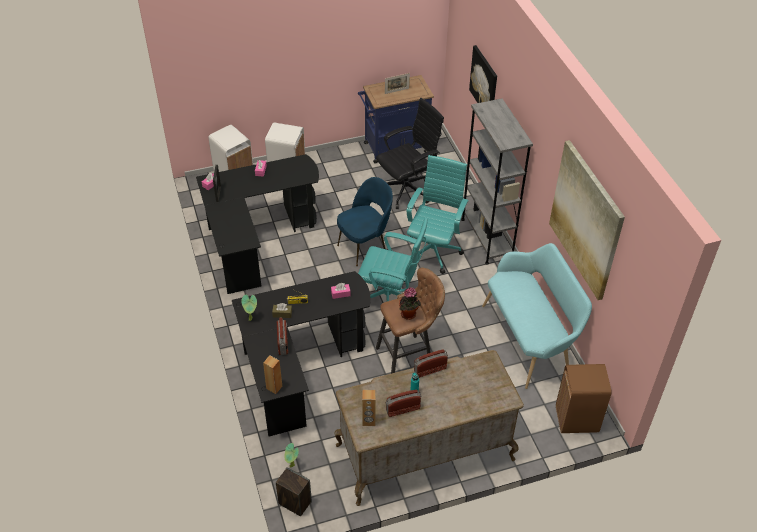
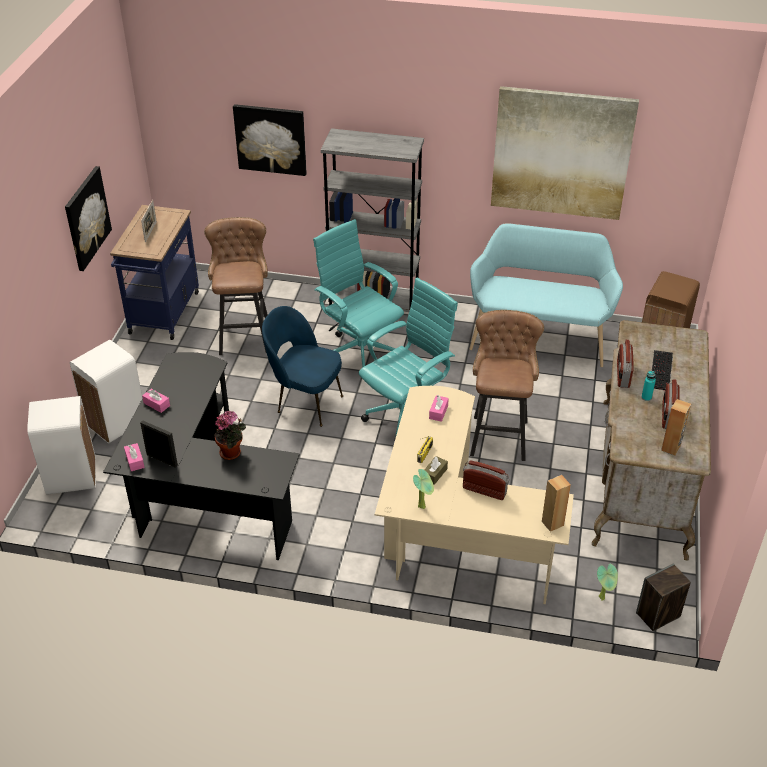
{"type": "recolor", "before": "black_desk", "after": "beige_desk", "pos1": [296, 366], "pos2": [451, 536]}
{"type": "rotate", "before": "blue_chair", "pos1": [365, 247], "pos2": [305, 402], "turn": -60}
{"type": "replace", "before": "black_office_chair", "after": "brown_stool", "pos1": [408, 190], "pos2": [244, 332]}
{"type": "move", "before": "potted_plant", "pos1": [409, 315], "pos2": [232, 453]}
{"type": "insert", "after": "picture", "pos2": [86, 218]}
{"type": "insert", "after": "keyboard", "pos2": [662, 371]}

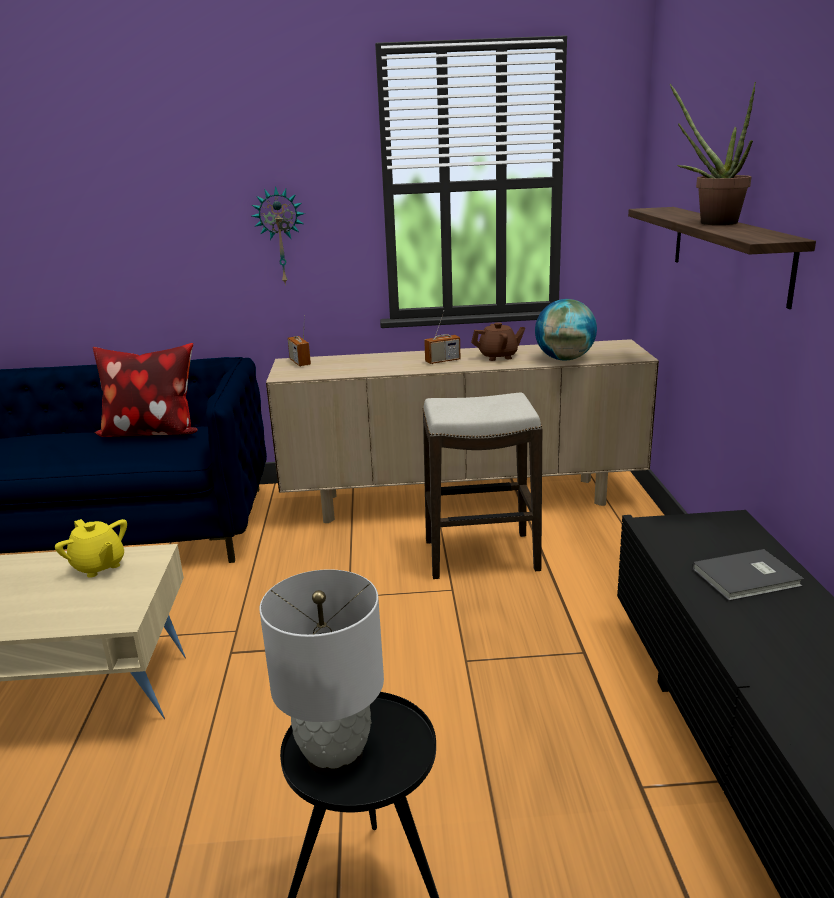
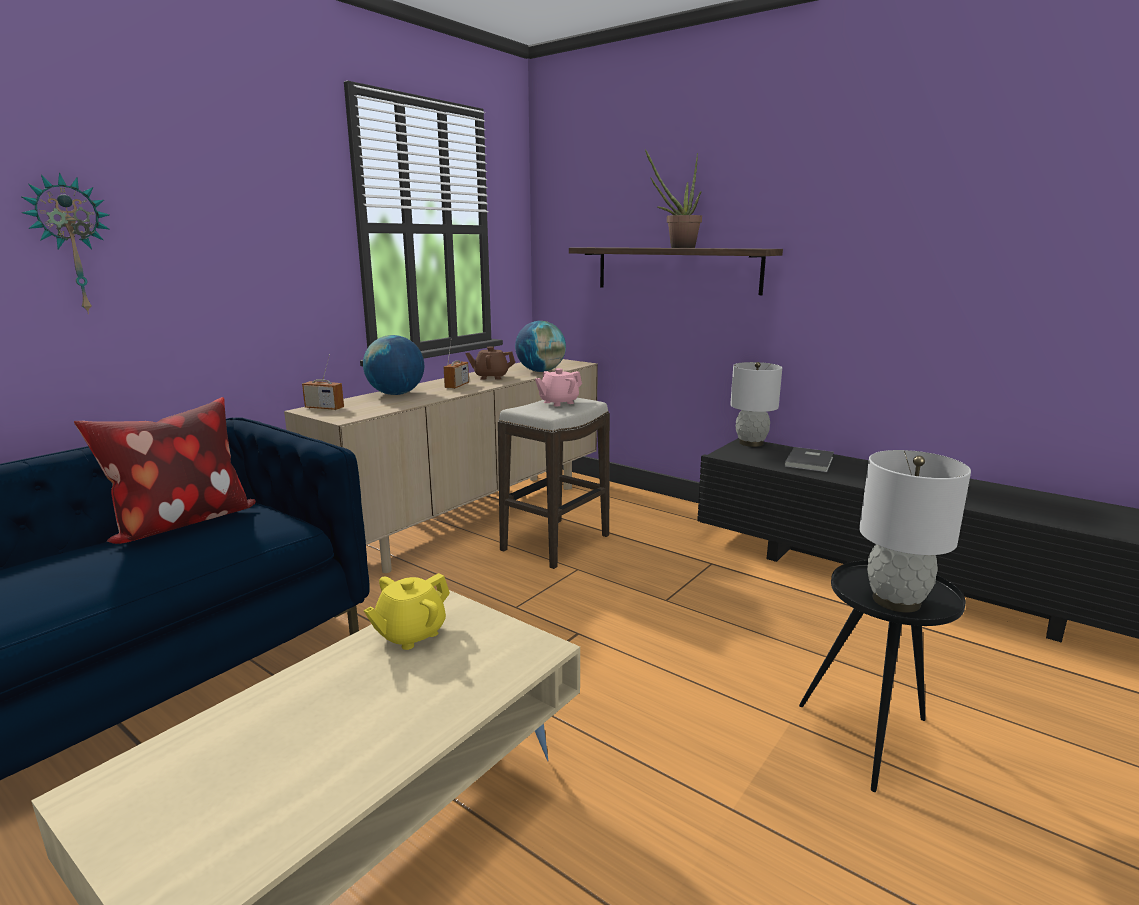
{"type": "rotate", "before": "yellow_teapot", "pos1": [98, 566], "pos2": [410, 634], "turn": 135}
{"type": "move", "before": "wall_clock", "pos1": [280, 236], "pos2": [72, 245]}
{"type": "rotate", "before": "brown_teapot", "pos1": [498, 356], "pos2": [491, 377], "turn": -120}
{"type": "insert", "after": "globe", "pos2": [396, 394]}
{"type": "insert", "after": "pink_teapot", "pos2": [558, 402]}
{"type": "insert", "after": "white_table_lamp", "pos2": [750, 443]}

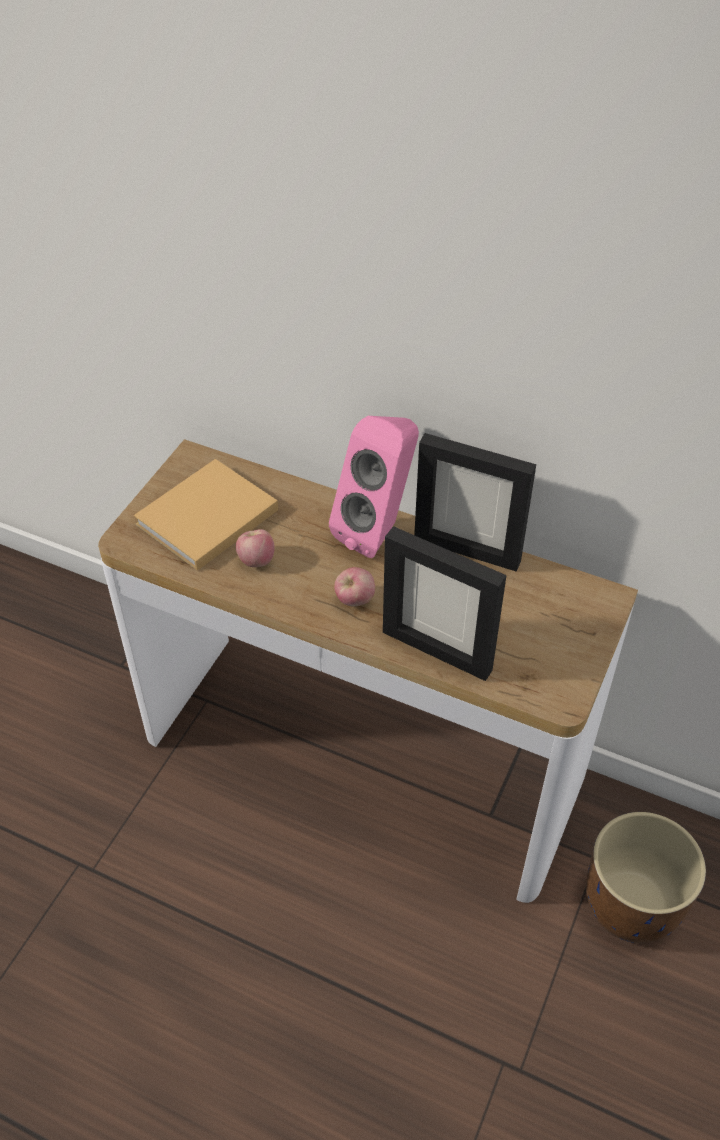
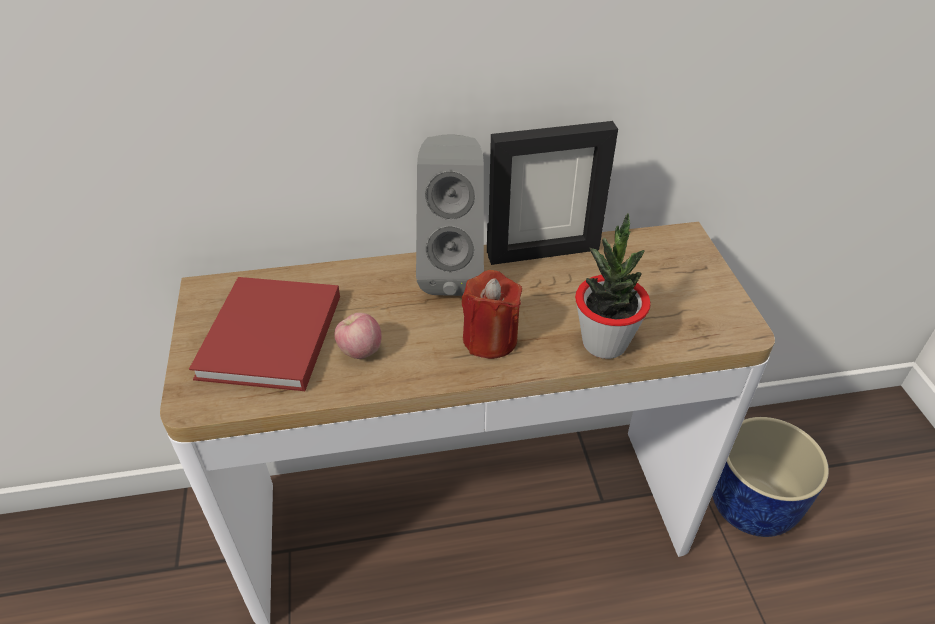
{"type": "recolor", "before": "beige_book", "after": "red_book", "pos1": [204, 519], "pos2": [269, 339]}
{"type": "recolor", "before": "pink_speaker", "after": "grey_speaker", "pos1": [378, 531], "pos2": [452, 271]}
{"type": "replace", "before": "apple", "after": "red_candle", "pos1": [355, 600], "pos2": [490, 339]}
{"type": "replace", "before": "picture_frame", "after": "potted_plant", "pos1": [438, 649], "pos2": [604, 343]}
{"type": "recolor", "before": "brown_planter", "after": "blue_planter", "pos1": [633, 905], "pos2": [753, 505]}

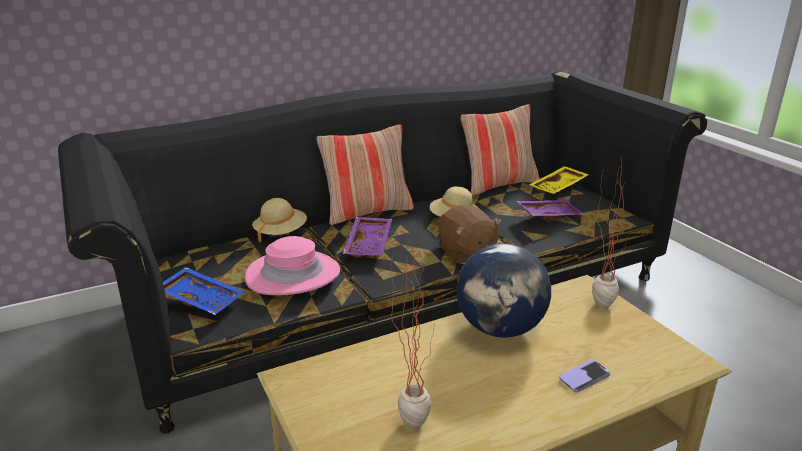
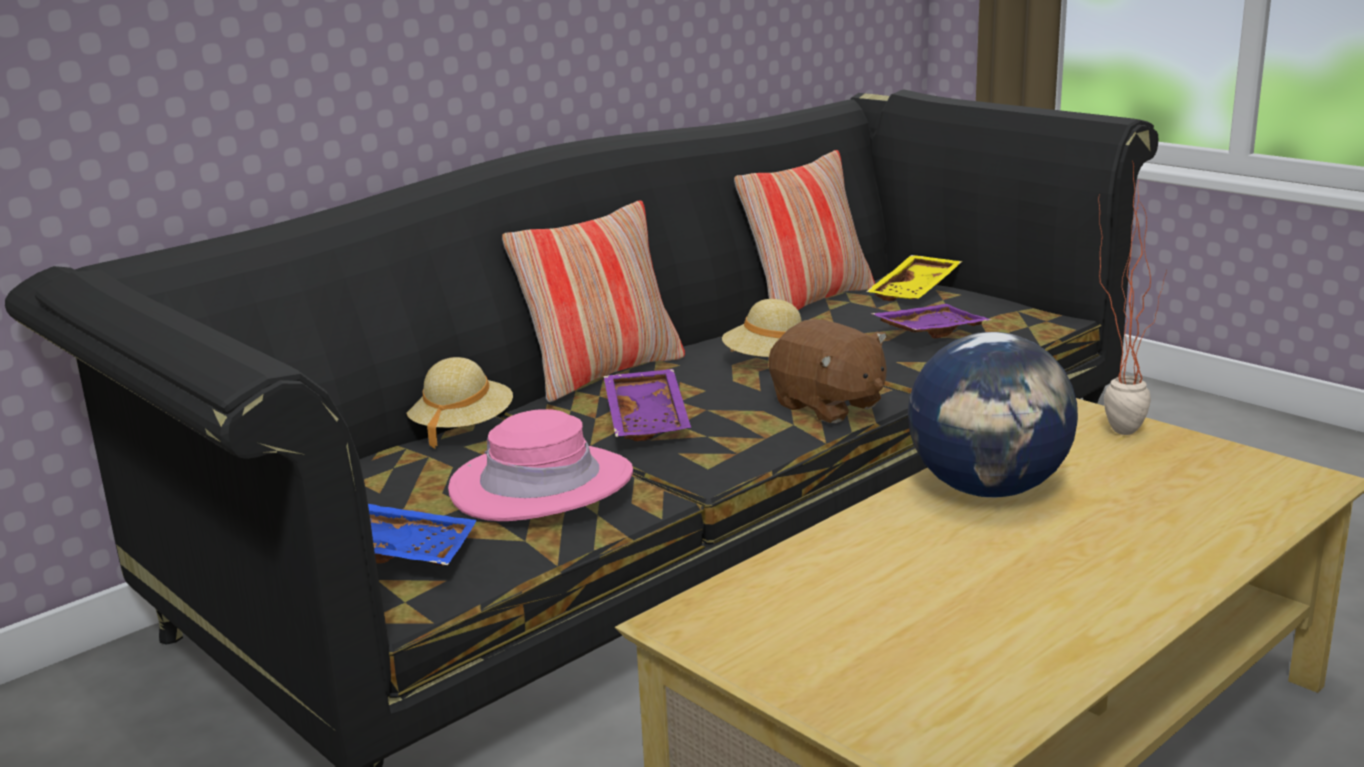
{"type": "delete", "before": "potted_plant", "pos1": [412, 416]}
{"type": "delete", "before": "phone", "pos1": [584, 377]}

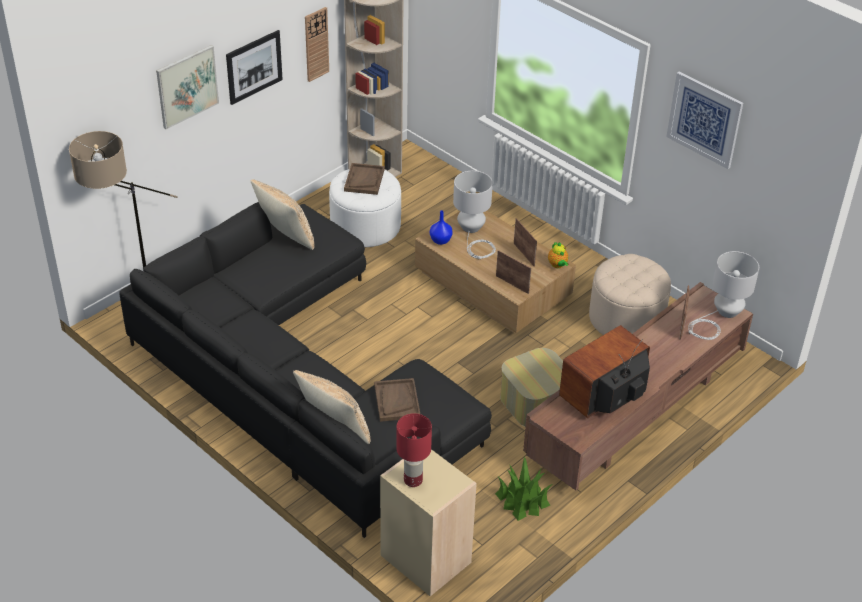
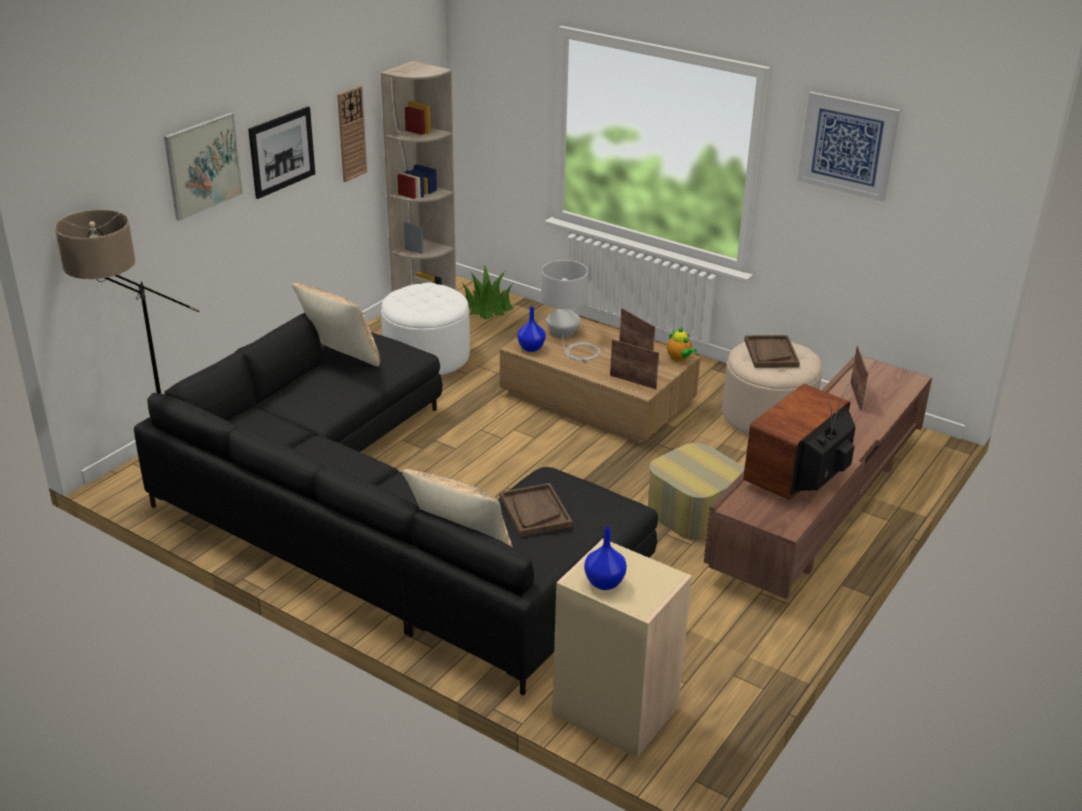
{"type": "move", "before": "brown_tray", "pos1": [364, 180], "pos2": [771, 353]}
{"type": "replace", "before": "red_table_lamp", "after": "blue_vase", "pos1": [412, 480], "pos2": [603, 582]}
{"type": "move", "before": "potted_plant", "pos1": [522, 499], "pos2": [487, 307]}
{"type": "delete", "before": "grey_table_lamp", "pos1": [718, 318]}

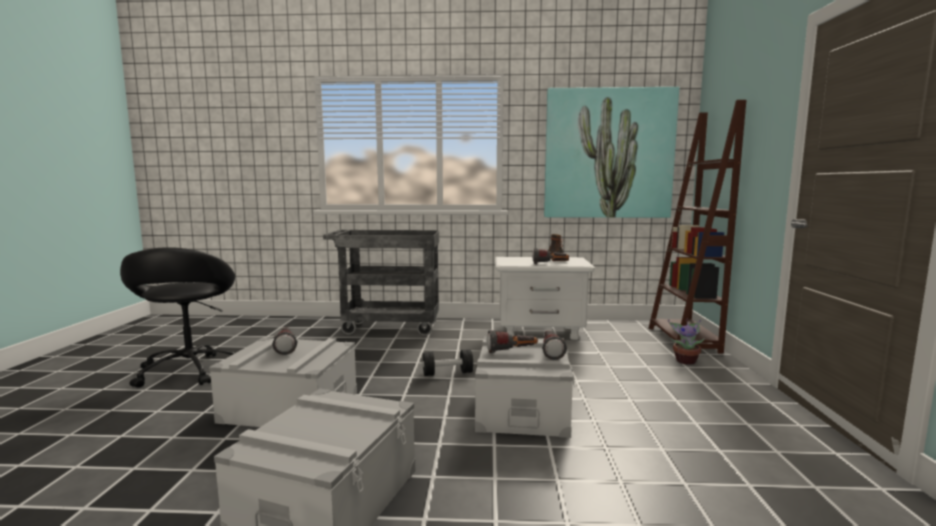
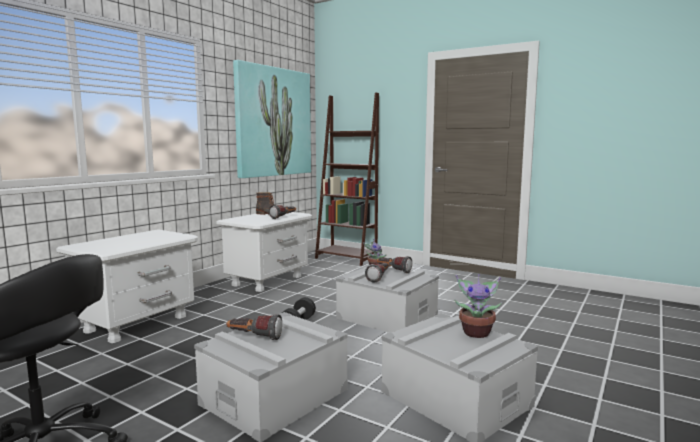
{"type": "replace", "before": "black_cart", "after": "white_nightstand", "pos1": [386, 329], "pos2": [139, 324]}
{"type": "insert", "after": "potted_plant", "pos2": [476, 332]}

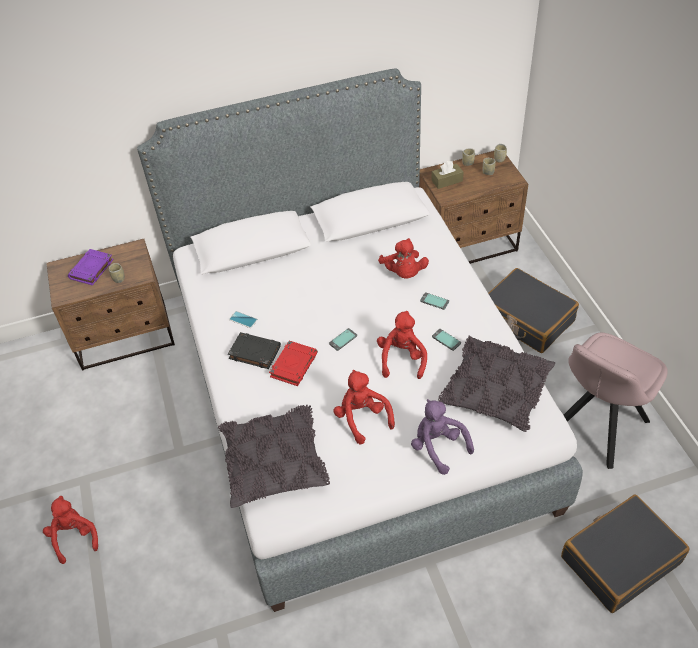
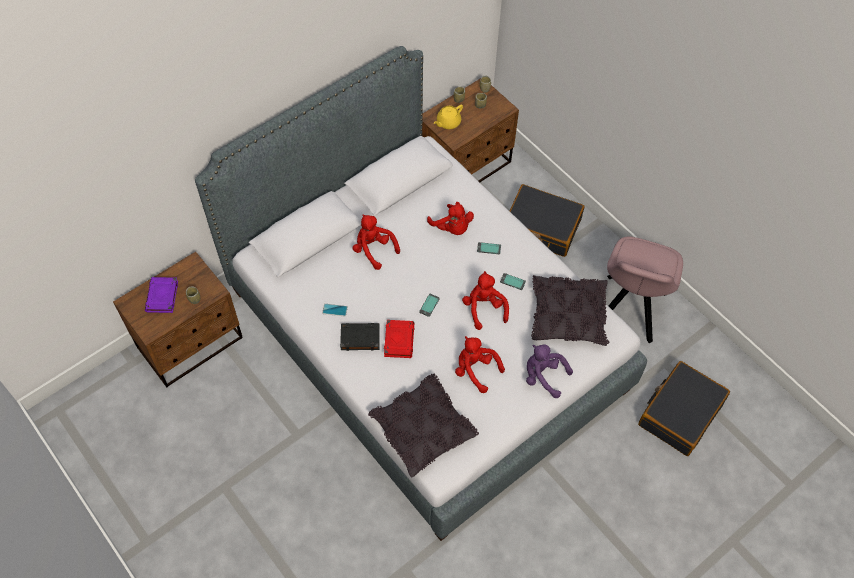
{"type": "move", "before": "red_plush_toy", "pos1": [74, 537], "pos2": [373, 250]}
{"type": "replace", "before": "brown_tissue_box", "after": "yellow_teapot", "pos1": [447, 181], "pos2": [448, 122]}

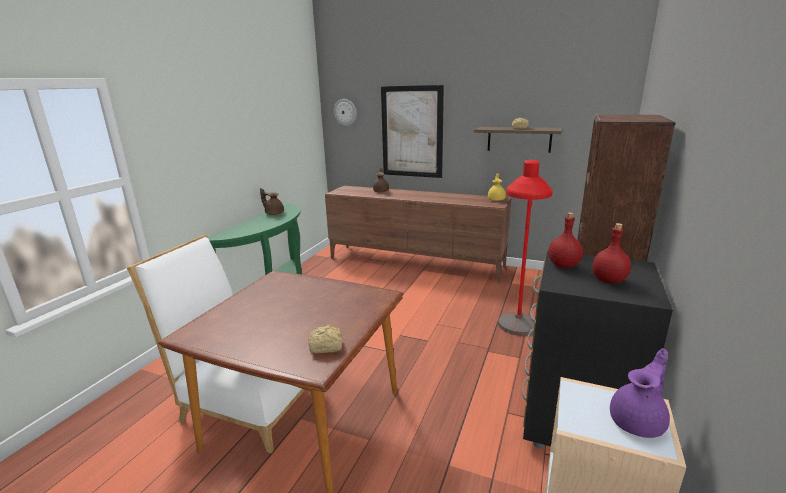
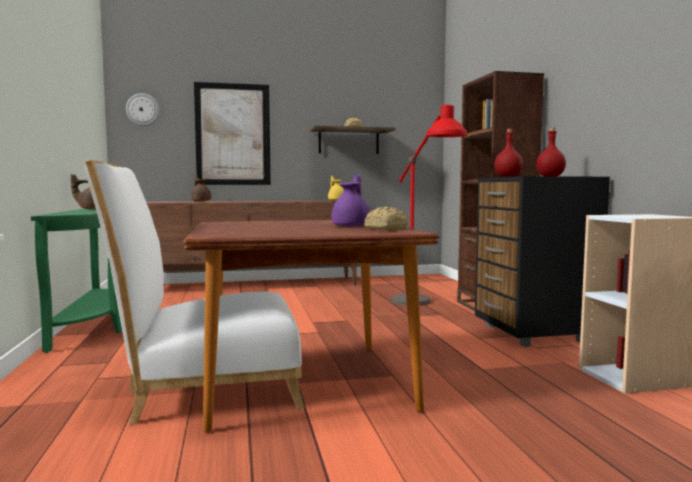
{"type": "move", "before": "purple_teapot", "pos1": [638, 422], "pos2": [352, 226]}

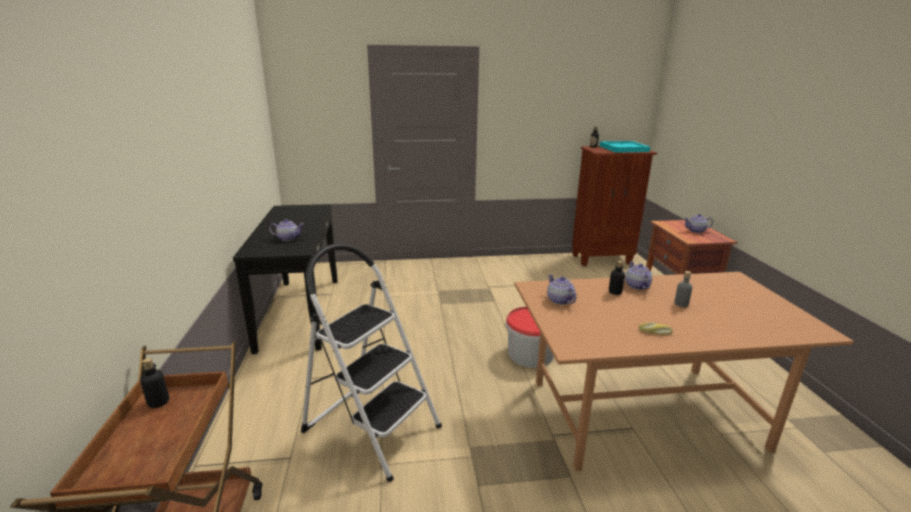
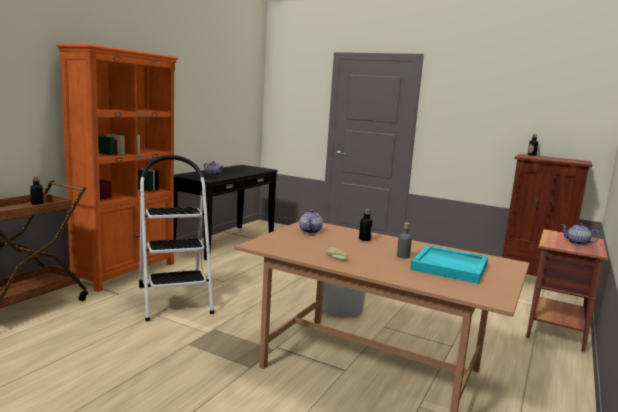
{"type": "move", "before": "turquoise_tray", "pos1": [623, 149], "pos2": [450, 267]}
{"type": "delete", "before": "teapot", "pos1": [636, 286]}
{"type": "insert", "after": "orange_bookcase", "pos2": [126, 272]}

